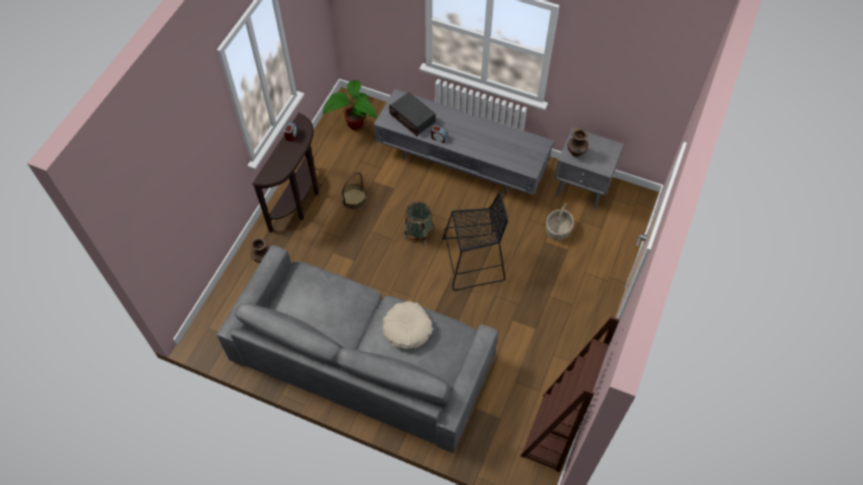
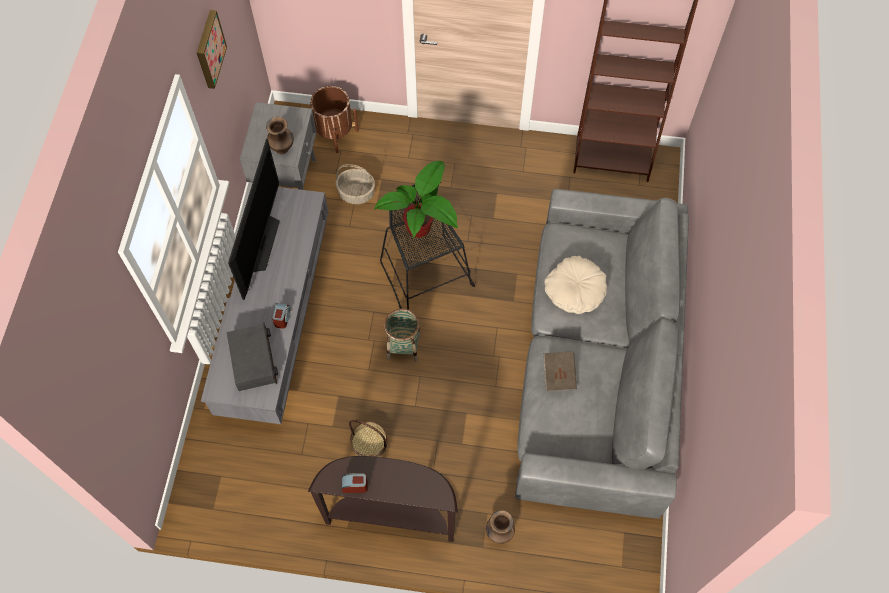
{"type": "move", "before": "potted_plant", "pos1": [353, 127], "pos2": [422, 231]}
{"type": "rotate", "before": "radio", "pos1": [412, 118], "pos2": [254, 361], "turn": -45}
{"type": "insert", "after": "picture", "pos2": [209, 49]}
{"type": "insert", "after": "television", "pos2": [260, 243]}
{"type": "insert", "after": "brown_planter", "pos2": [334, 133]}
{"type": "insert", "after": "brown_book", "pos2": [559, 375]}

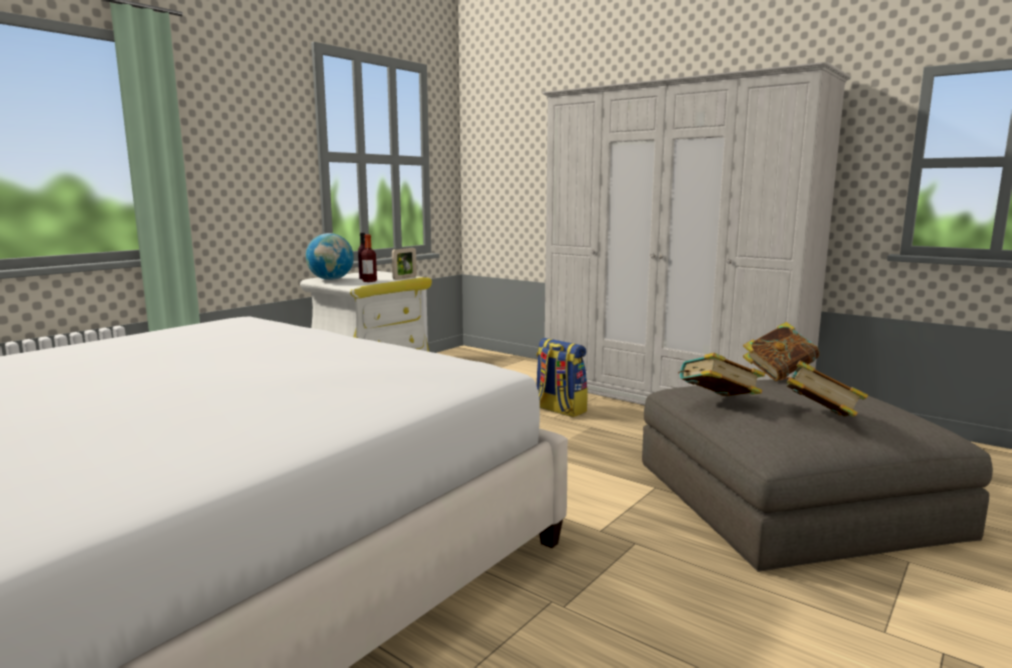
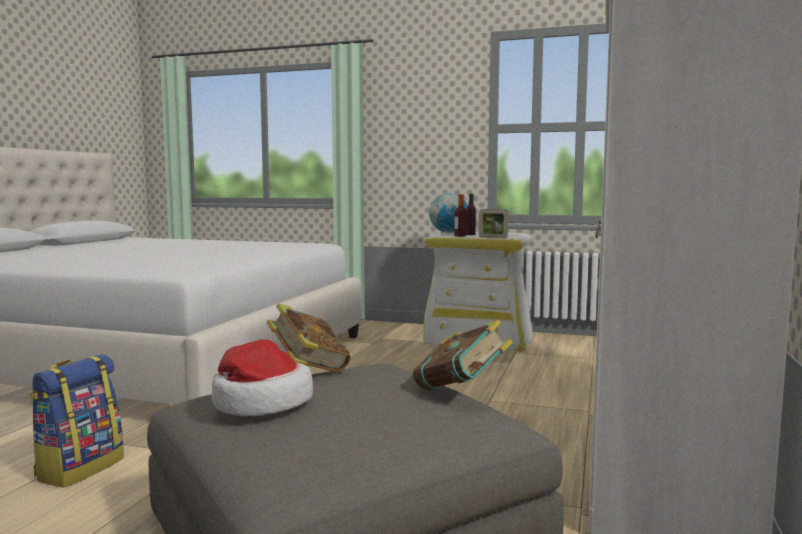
{"type": "move", "before": "backpack", "pos1": [559, 410], "pos2": [80, 468]}
{"type": "replace", "before": "book", "after": "hat", "pos1": [819, 419], "pos2": [260, 403]}

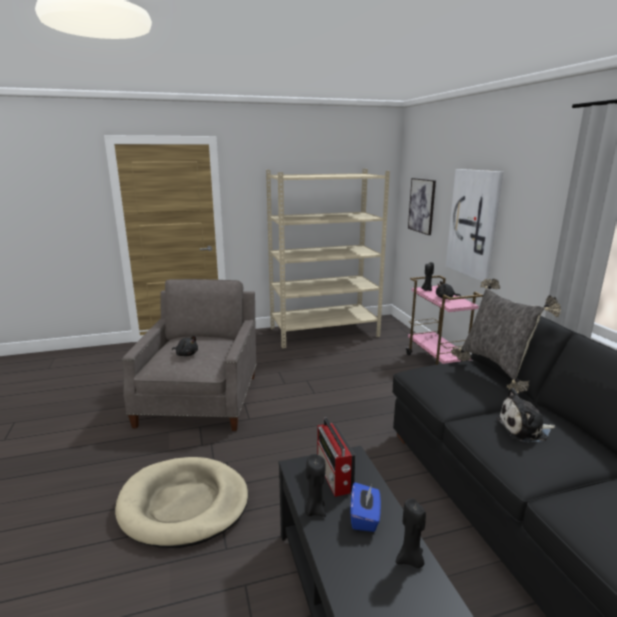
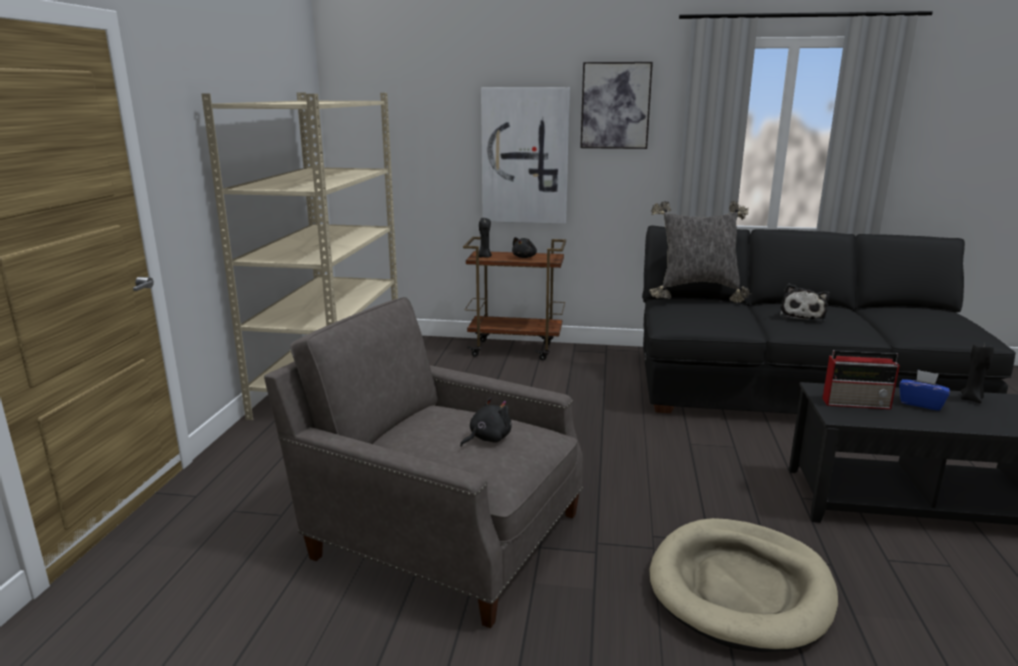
{"type": "delete", "before": "black_candle", "pos1": [314, 510]}
{"type": "recolor", "before": "pink_cart", "after": "brown_cart", "pos1": [436, 364], "pos2": [516, 350]}
{"type": "move", "before": "picture", "pos1": [422, 206], "pos2": [615, 105]}

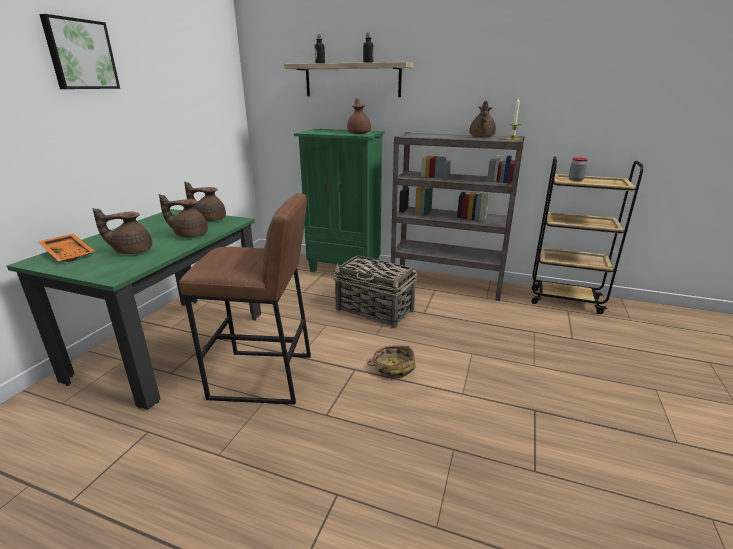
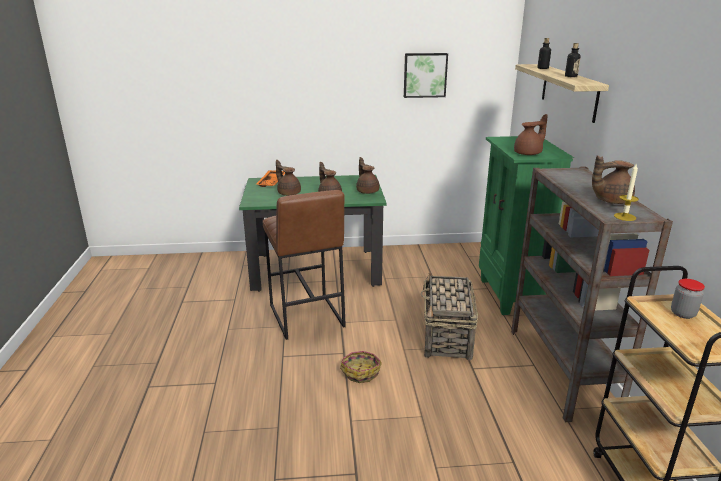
{"type": "move", "before": "picture", "pos1": [80, 54], "pos2": [425, 75]}

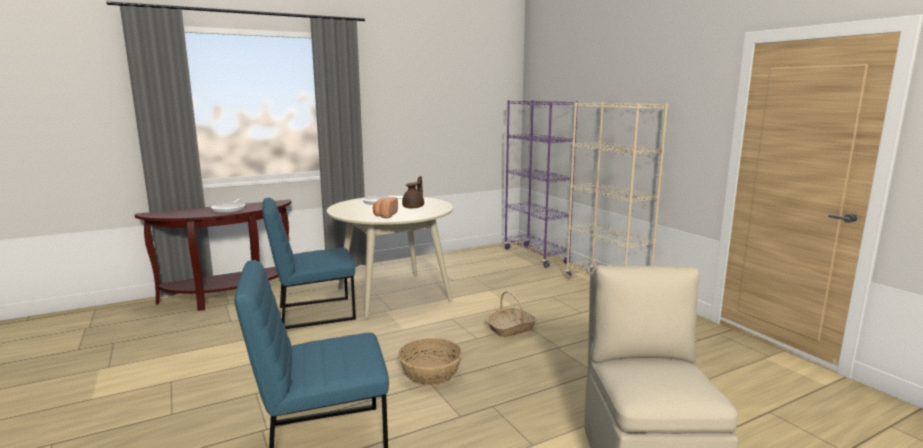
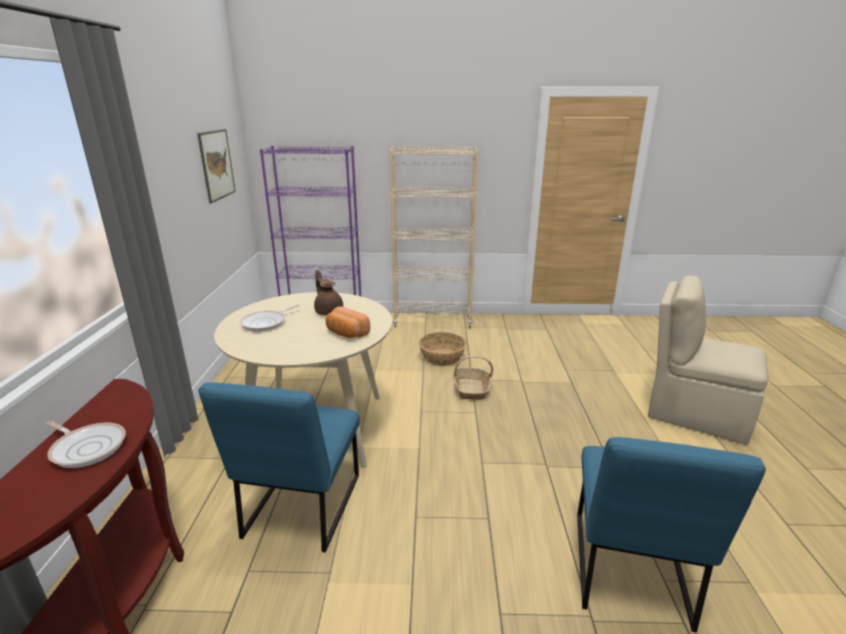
{"type": "move", "before": "basket", "pos1": [431, 373], "pos2": [442, 357]}
{"type": "insert", "after": "picture", "pos2": [217, 164]}

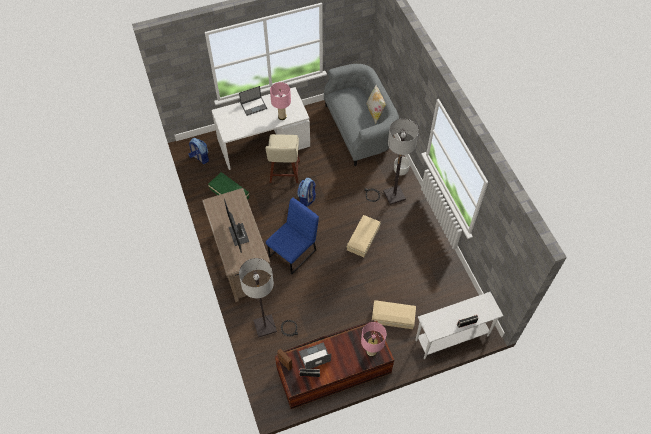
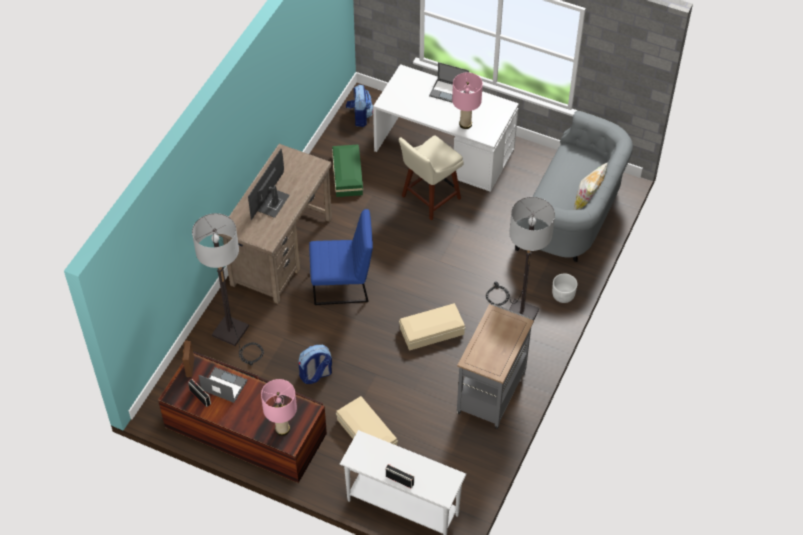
{"type": "move", "before": "backpack", "pos1": [307, 199], "pos2": [315, 375]}
{"type": "insert", "after": "grey_cart", "pos2": [492, 391]}

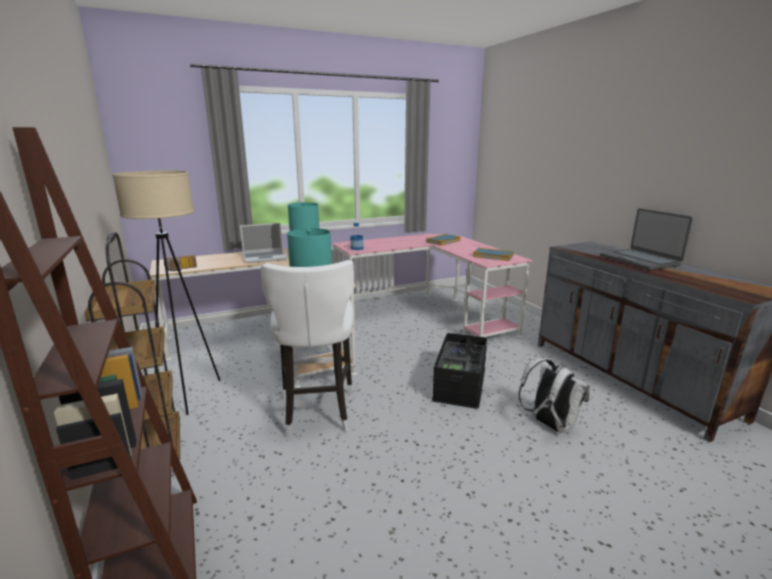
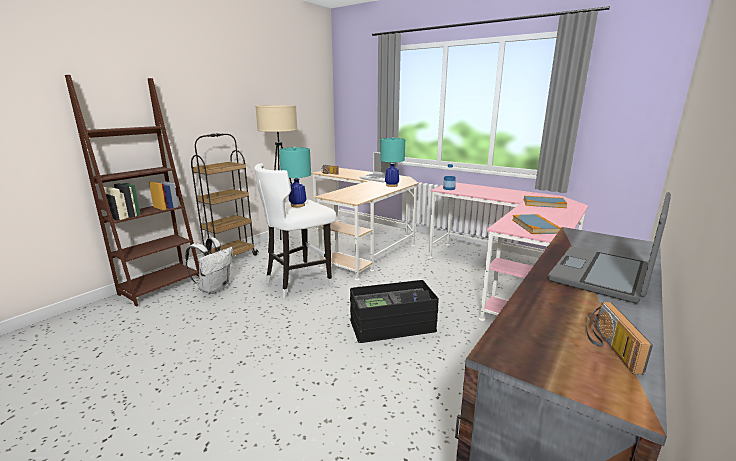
{"type": "move", "before": "white_backpack", "pos1": [549, 424], "pos2": [214, 288]}
{"type": "insert", "after": "radio", "pos2": [608, 347]}

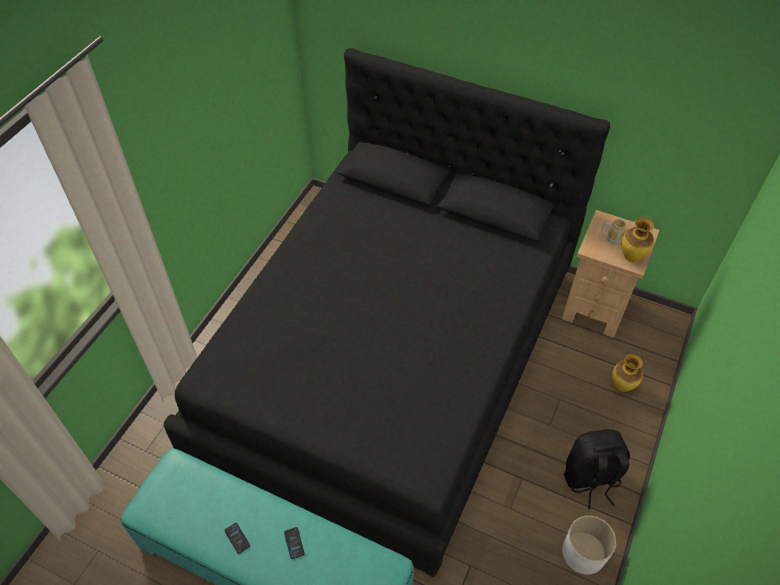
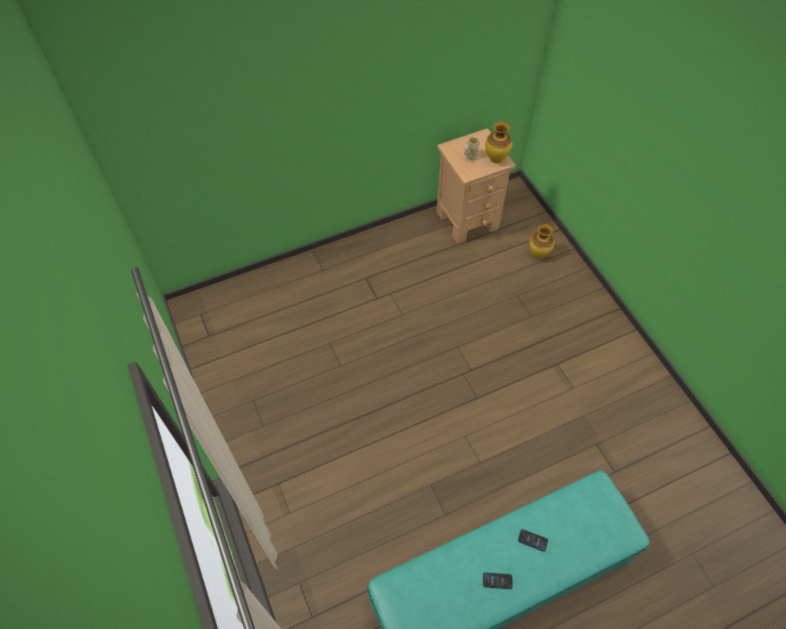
{"type": "delete", "before": "black_bed", "pos1": [391, 360]}
{"type": "delete", "before": "white_planter", "pos1": [584, 552]}
{"type": "delete", "before": "black_backpack", "pos1": [590, 479]}

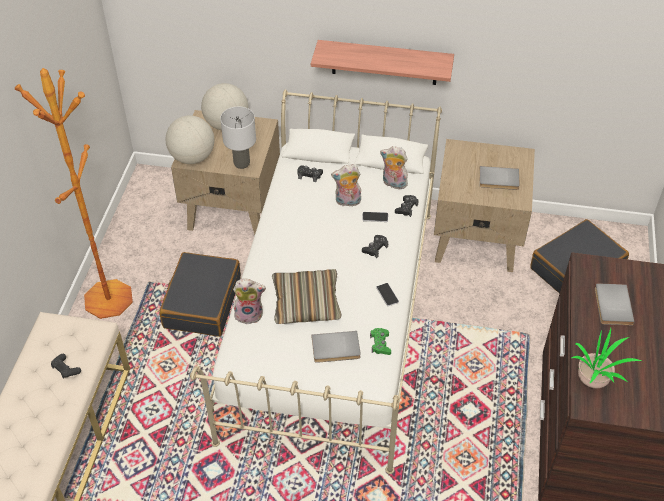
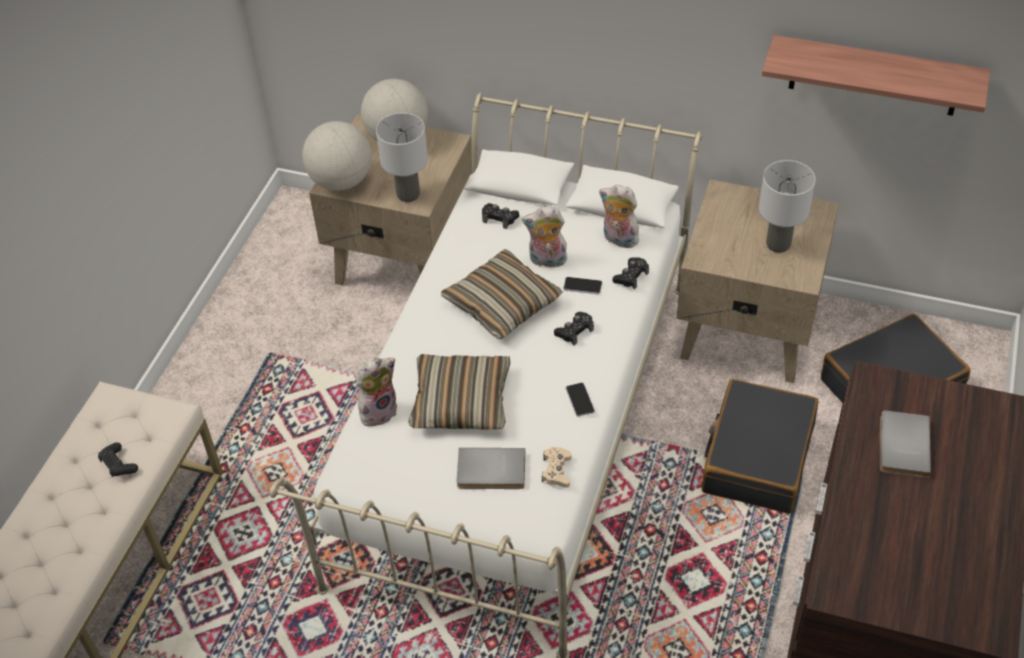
{"type": "delete", "before": "orange_clothes_rack", "pos1": [108, 298]}
{"type": "move", "before": "black_suitcase", "pos1": [202, 302], "pos2": [757, 457]}
{"type": "rotate", "before": "plush_toy", "pos1": [249, 314], "pos2": [378, 410], "turn": -45}
{"type": "move", "before": "shelf", "pos1": [384, 62], "pos2": [874, 76]}
{"type": "recolor", "before": "green_game_controller", "after": "beige_game_controller", "pos1": [380, 344], "pos2": [556, 471]}
{"type": "replace", "before": "grey_book", "after": "white_table_lamp", "pos1": [498, 180], "pos2": [776, 246]}
{"type": "delete", "before": "potted_plant", "pos1": [594, 381]}
{"type": "insert", "after": "pillow", "pos2": [502, 304]}

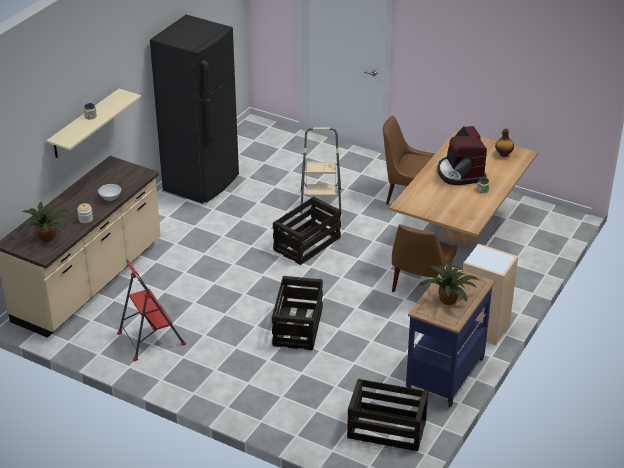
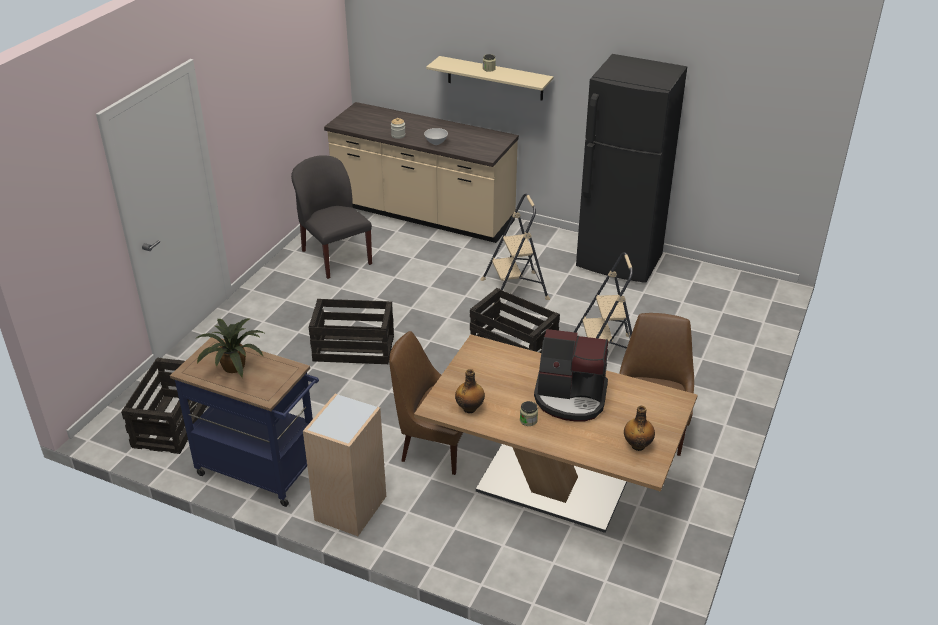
{"type": "delete", "before": "potted_plant", "pos1": [48, 236]}
{"type": "replace", "before": "red_step_ladder", "after": "grey_chair", "pos1": [149, 339], "pos2": [335, 257]}
{"type": "rotate", "before": "coffee_machine", "pos1": [460, 173], "pos2": [570, 398], "turn": -150}
{"type": "insert", "after": "bottle", "pos2": [470, 408]}
{"type": "insert", "after": "beige_step_ladder", "pos2": [517, 288]}

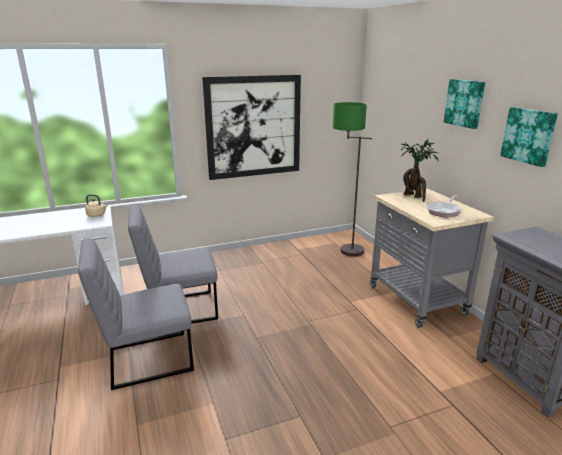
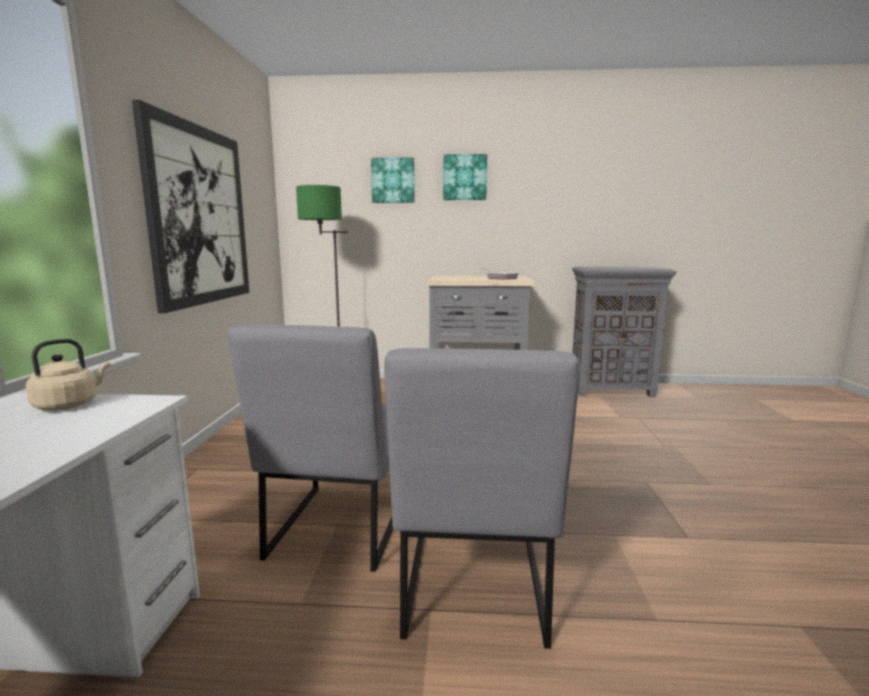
{"type": "delete", "before": "potted_plant", "pos1": [414, 197]}
{"type": "move", "before": "picture", "pos1": [529, 136], "pos2": [393, 180]}

